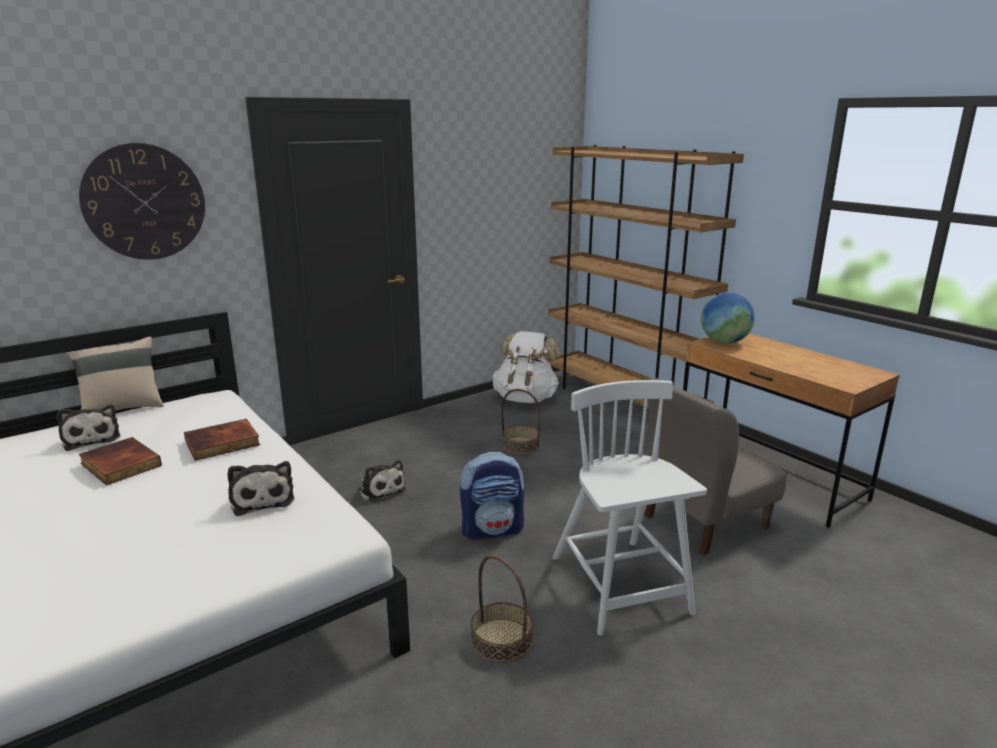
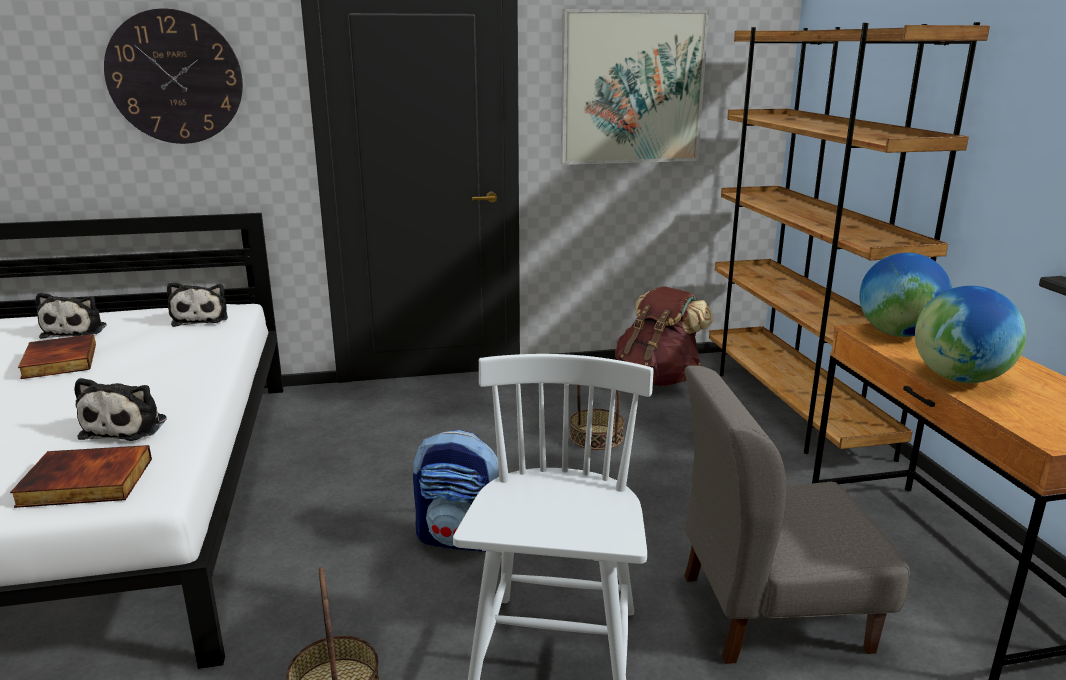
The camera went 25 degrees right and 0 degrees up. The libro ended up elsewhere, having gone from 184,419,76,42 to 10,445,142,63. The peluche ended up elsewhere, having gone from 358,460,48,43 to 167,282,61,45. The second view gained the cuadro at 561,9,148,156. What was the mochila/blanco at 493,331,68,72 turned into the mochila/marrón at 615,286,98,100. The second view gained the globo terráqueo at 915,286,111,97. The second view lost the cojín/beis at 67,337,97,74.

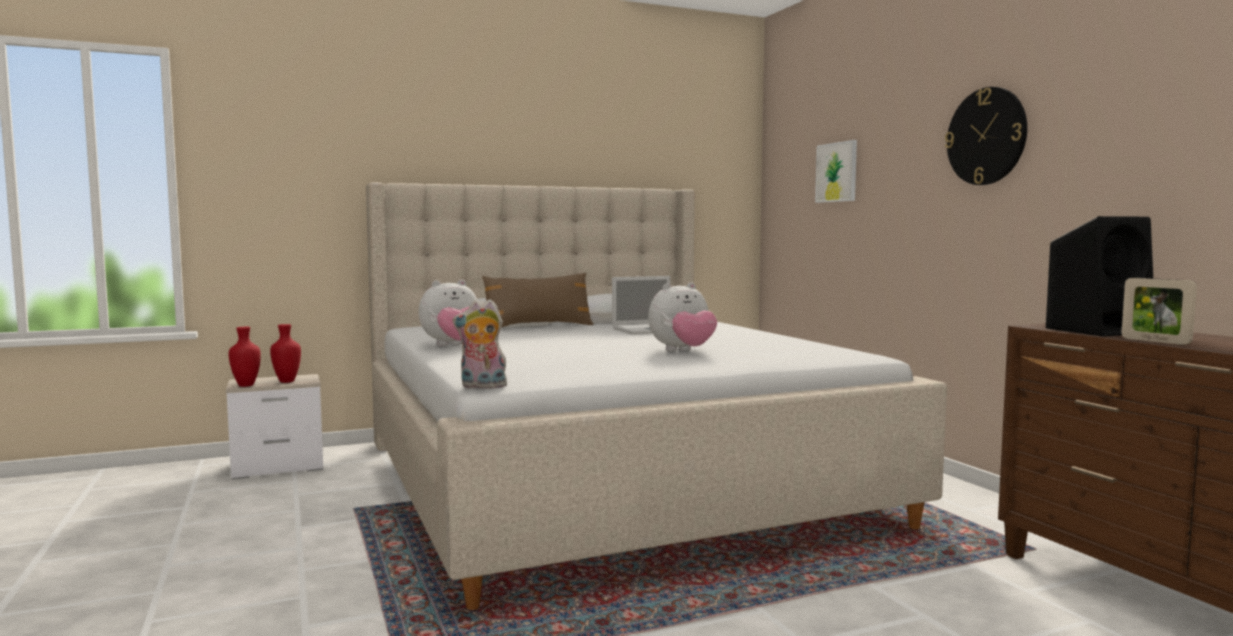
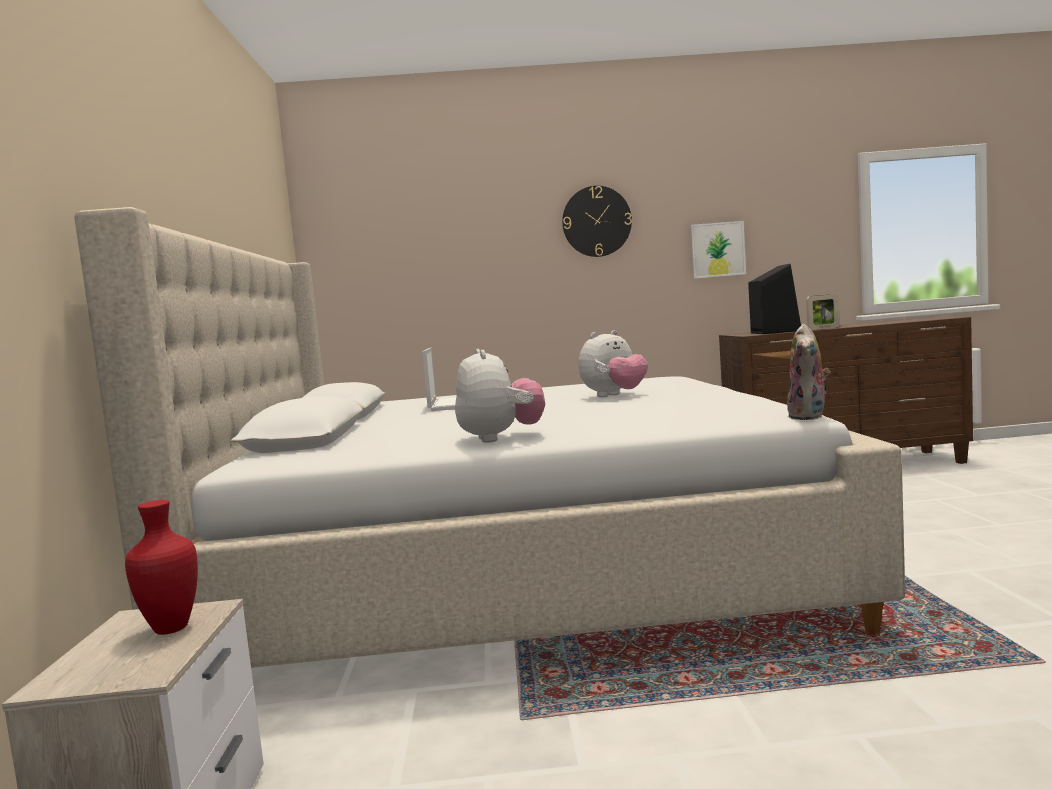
The camera went 70 degrees left and 0 degrees up. The peluche at 648,283,69,68 ended up facing another way, 60 degrees clockwise from before. The cuadro ended up elsewhere, having gone from 815,140,42,63 to 690,221,56,58. The second view lost the florero/rojo at 229,327,32,60. The second view lost the cojín/marrón at 482,273,111,54.

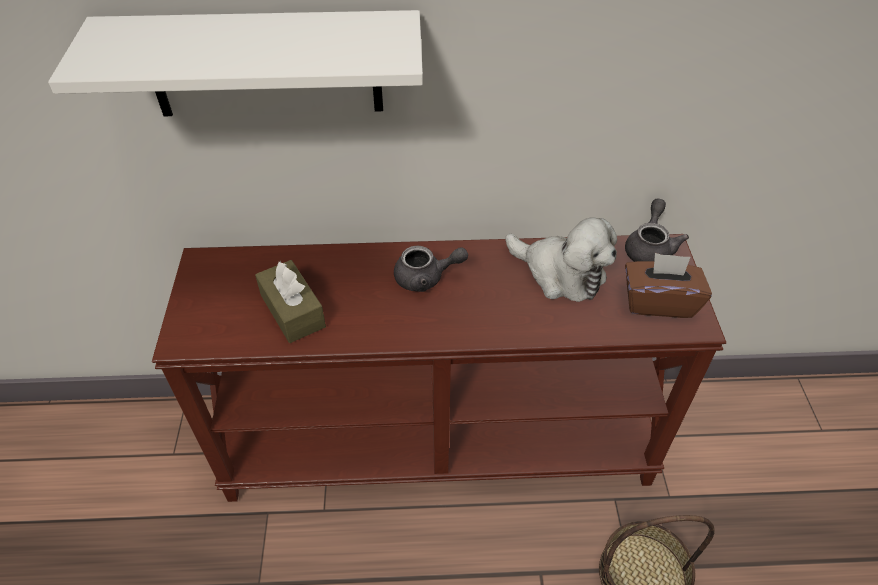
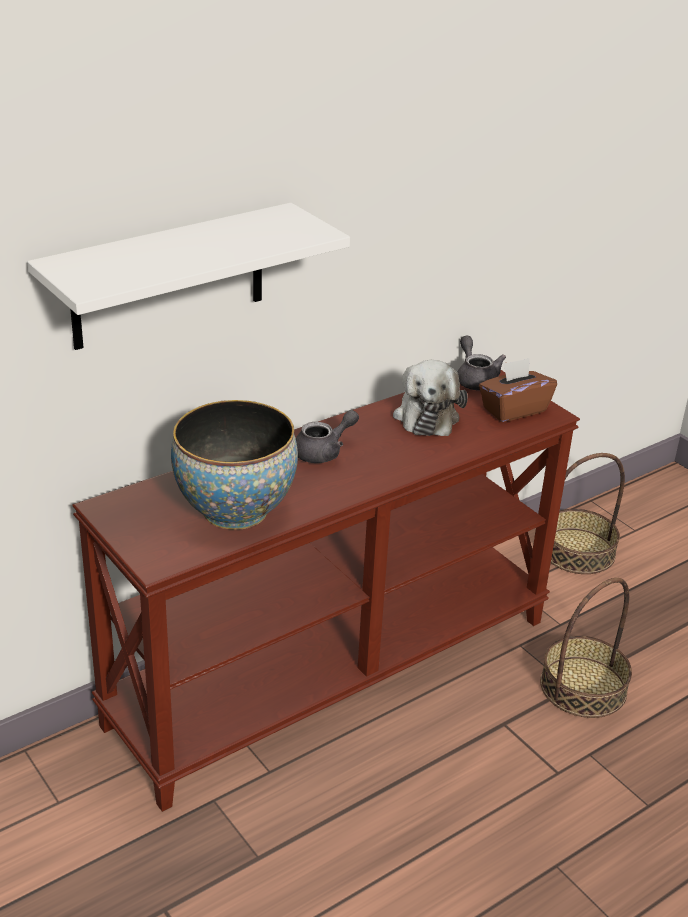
The camera went 35 degrees left and 15 degrees down. Where the caja de pañuelos/marrón stood at 255,260,71,83, the cuenco came to stand at 171,400,127,130. The peluche at 505,217,112,85 ended up facing another way, 90 degrees clockwise from before. The second view gained the cesta at 551,453,74,121.

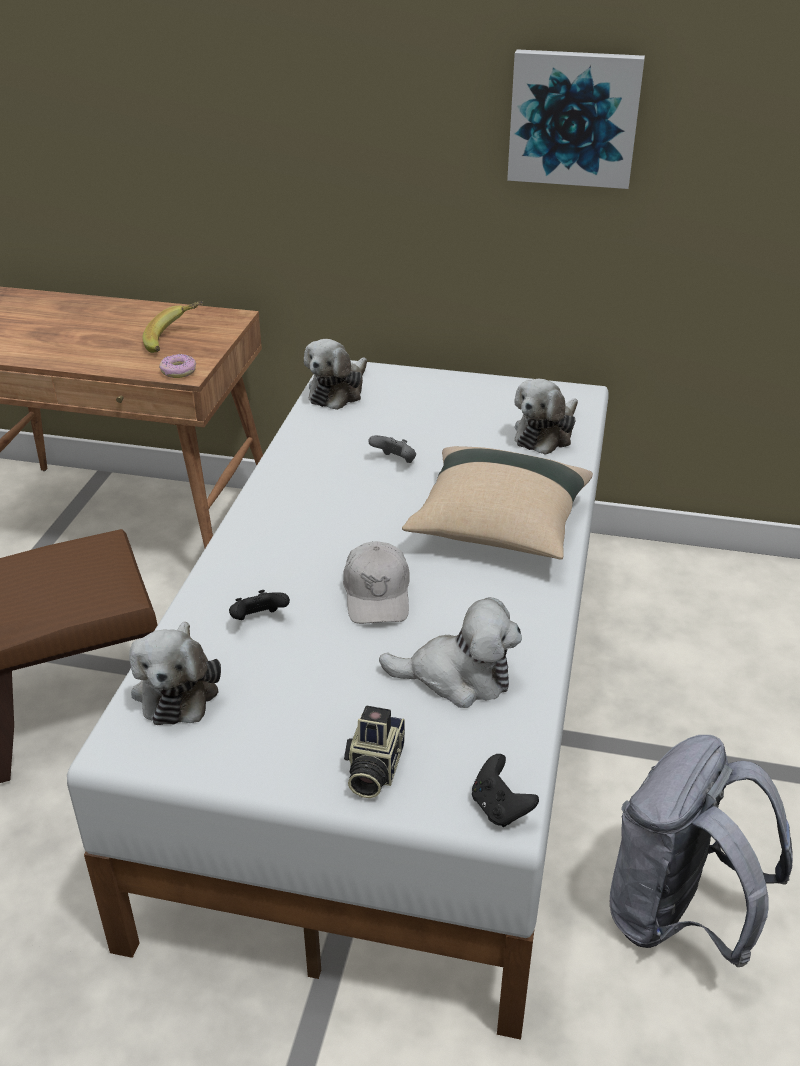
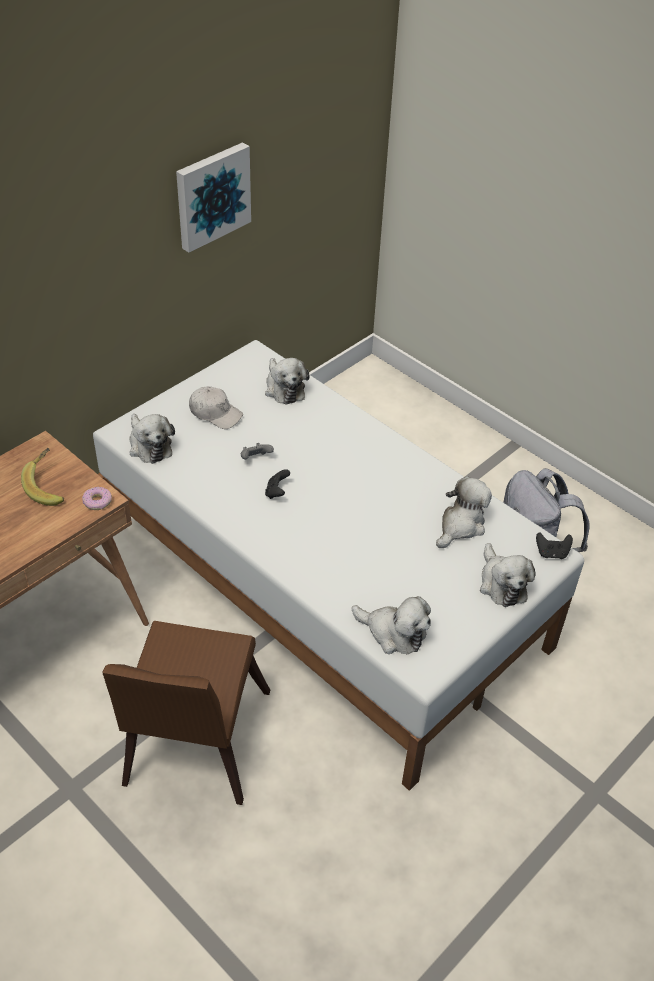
The camera went 60 degrees left and 10 degrees up. The gorra/blanco ended up elsewhere, having gone from 343,541,67,83 to 189,386,54,43. The mando de consola/negro ended up elsewhere, having gone from 229,590,61,30 to 265,469,25,30. Where the cámara stood at 344,706,61,92, the peluche came to stand at 480,543,55,64. The second view lost the cojín/beis at 402,446,191,114.

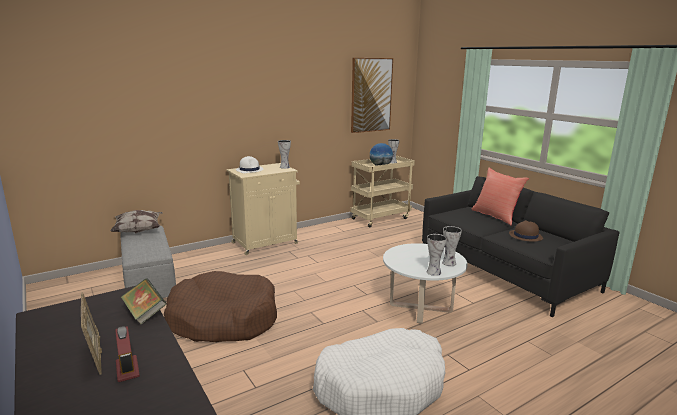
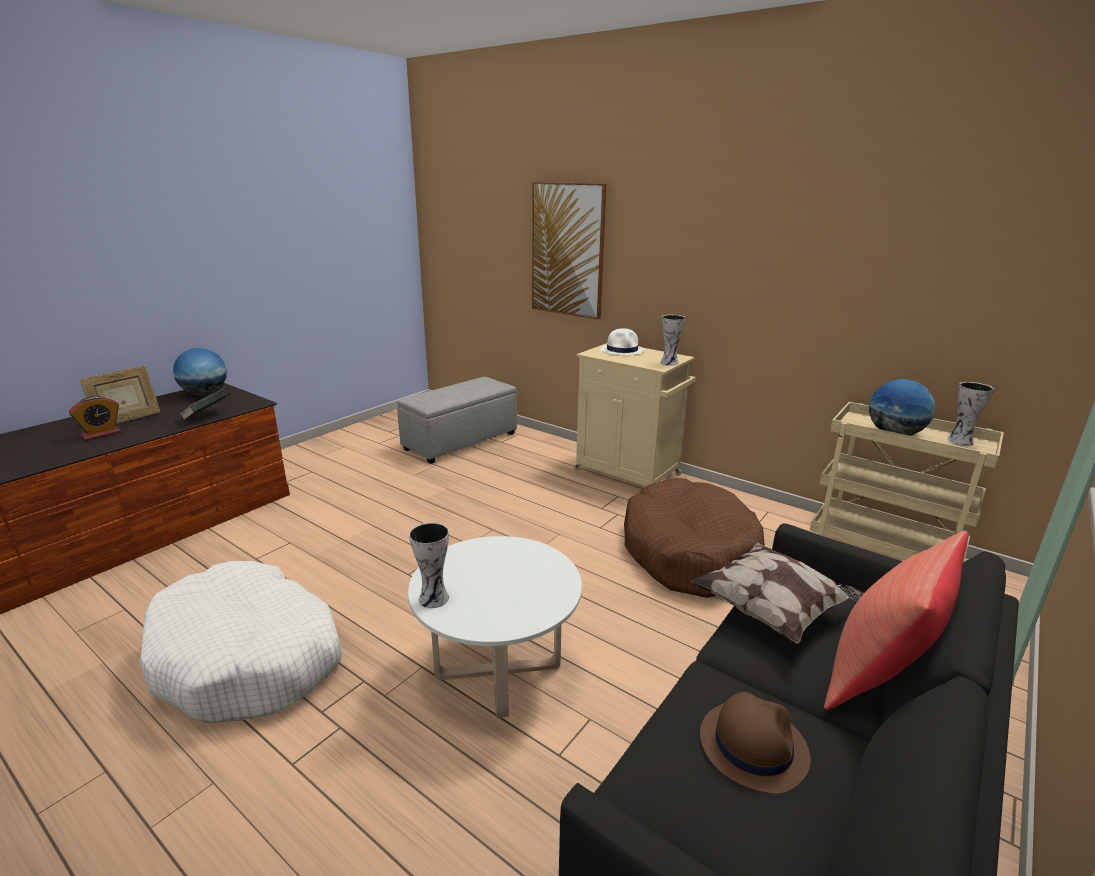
The camera went 70 degrees right and 5 degrees up. The second view gained the globo terráqueo at 173,348,54,47. The cuadro ended up elsewhere, having gone from 351,58,42,75 to 532,182,75,138. The cama para perro/marrón ended up elsewhere, having gone from 164,271,113,71 to 624,478,141,120. The cojín ended up elsewhere, having gone from 110,210,53,23 to 691,542,173,102. The second view lost the florero at 442,226,20,40.

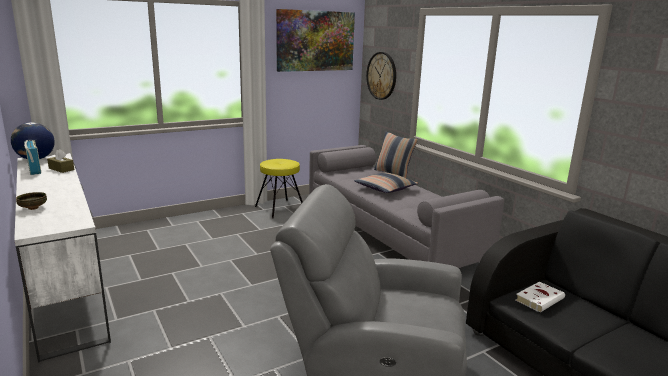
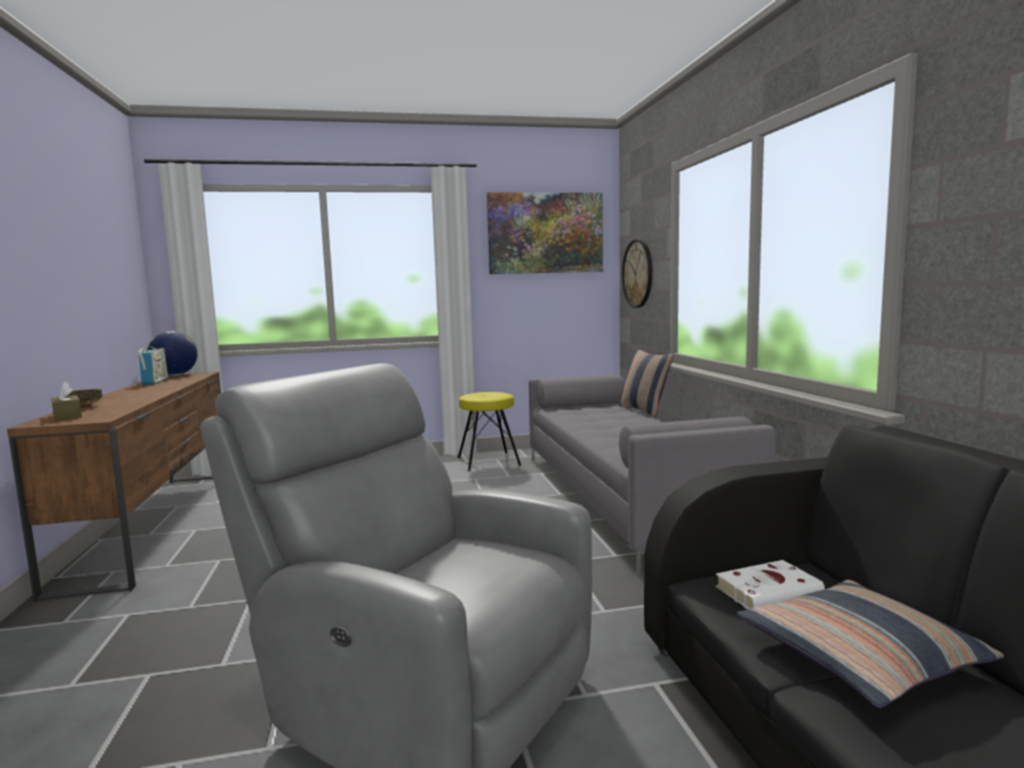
The camera went 20 degrees right and 10 degrees down. What was the mueble de televisión/blanco at 14,153,97,210 turned into the mueble de televisión/marrón at 7,372,214,230. The caja de pañuelos/marrón ended up elsewhere, having gone from 47,149,27,24 to 51,382,31,39. The cojín ended up elsewhere, having gone from 354,172,64,21 to 737,580,267,128.

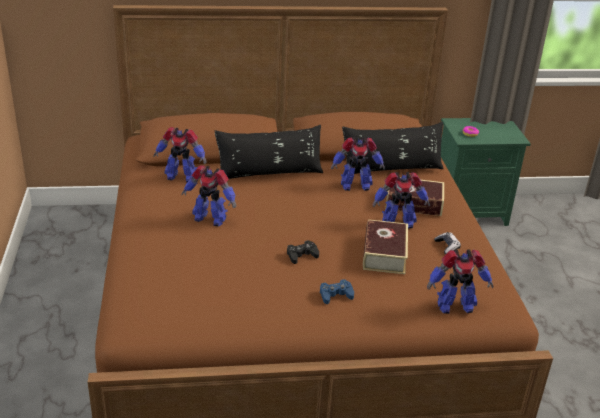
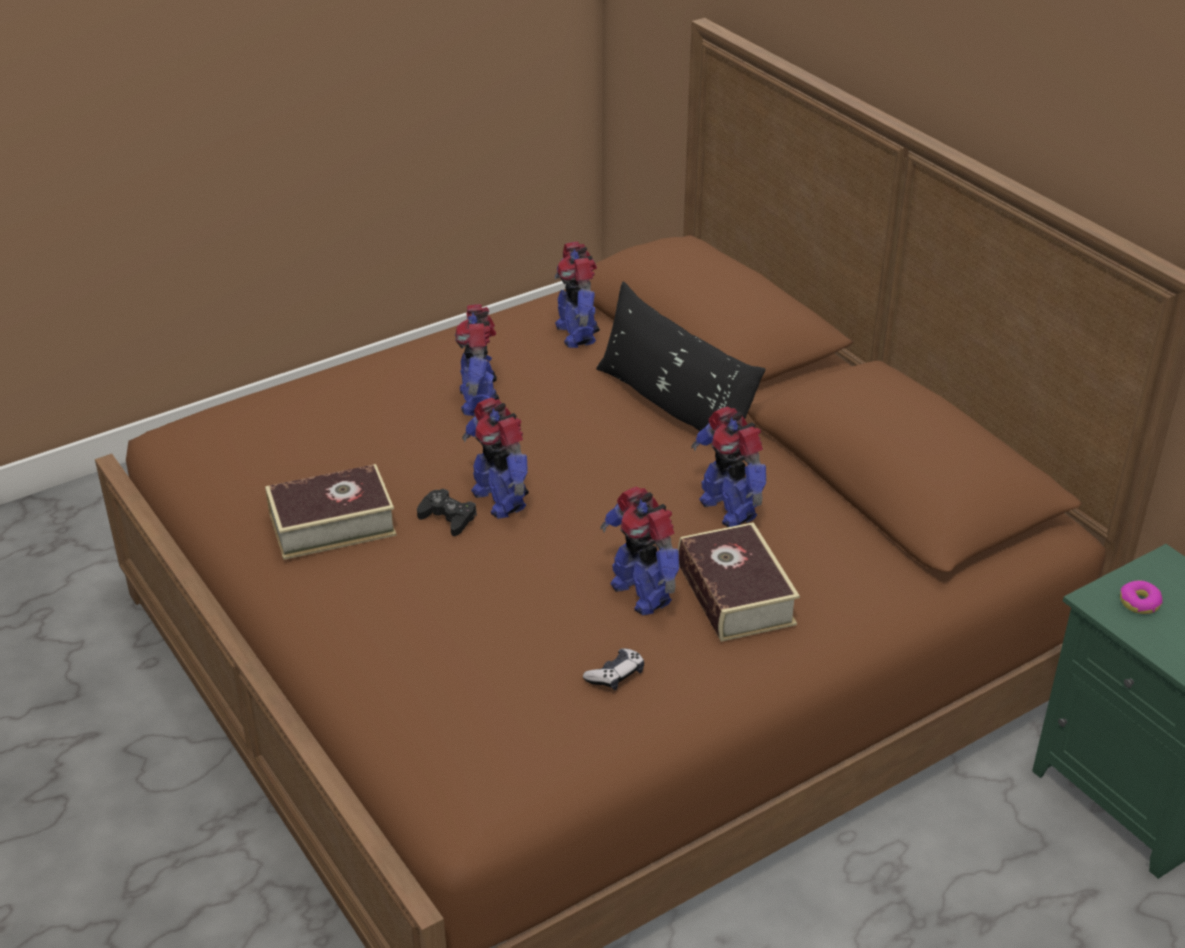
The camera went 65 degrees right and 5 degrees up. The libro ended up elsewhere, having gone from 363,219,45,55 to 265,464,132,96. The robot de juguete ended up elsewhere, having gone from 427,249,66,65 to 462,398,67,121. The second view lost the mando de consola/azul at 320,279,34,25. The second view lost the cojín/negro at 342,122,101,52.

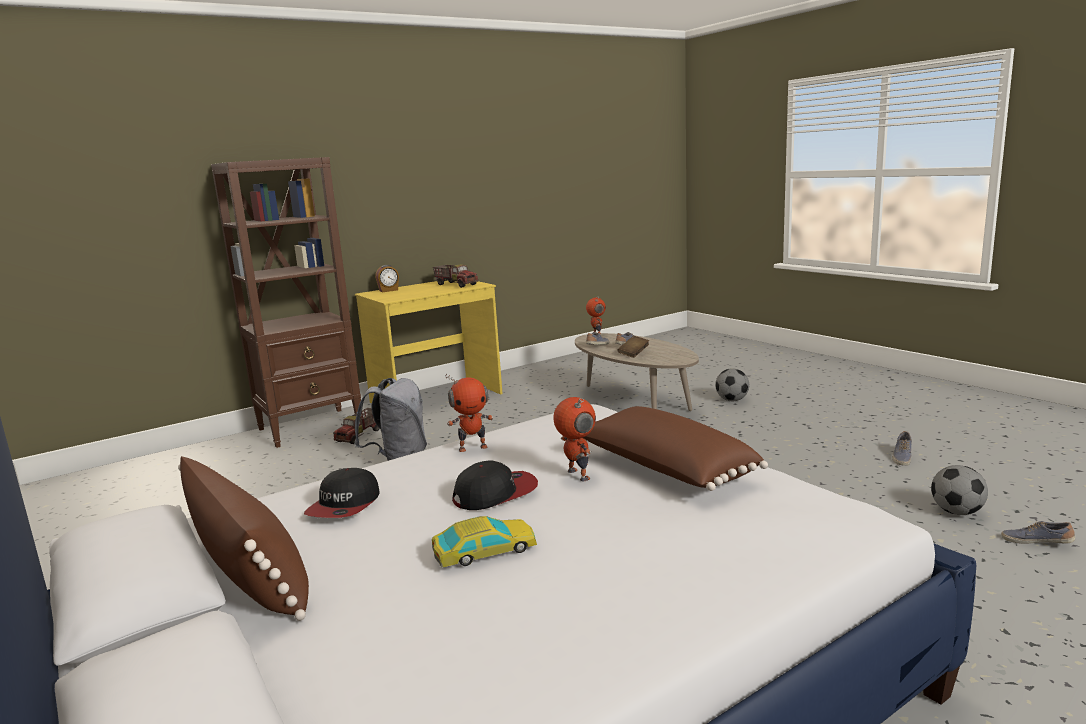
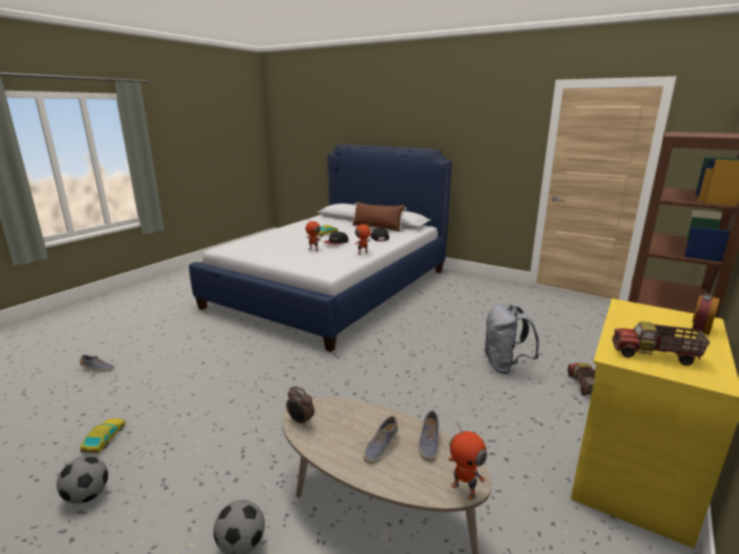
The camera went 155 degrees right and 5 degrees up. The balón de fútbol ended up elsewhere, having gone from 931,465,57,50 to 57,456,51,48. Where the zapato stood at 892,431,20,35, the coche de juguete came to stand at 80,418,46,35. The second view gained the despertador at 286,386,28,41. The second view lost the cojín/marrón at 583,406,185,85. The second view lost the libro/marrón at 618,336,31,22.

